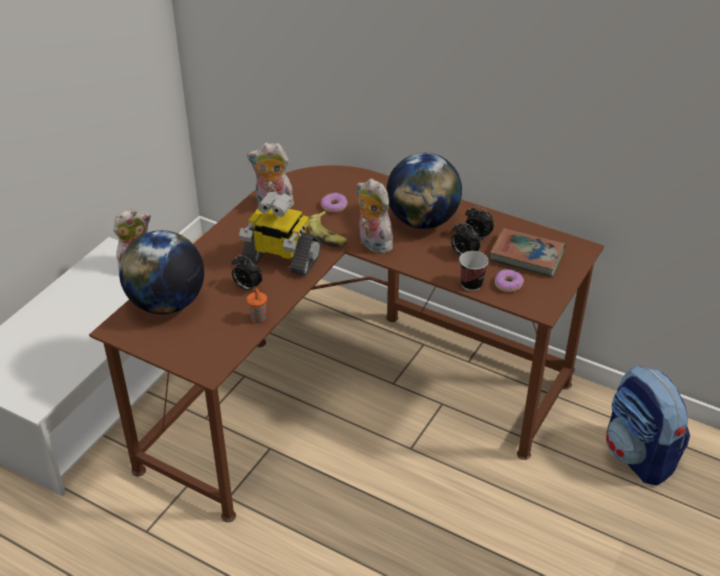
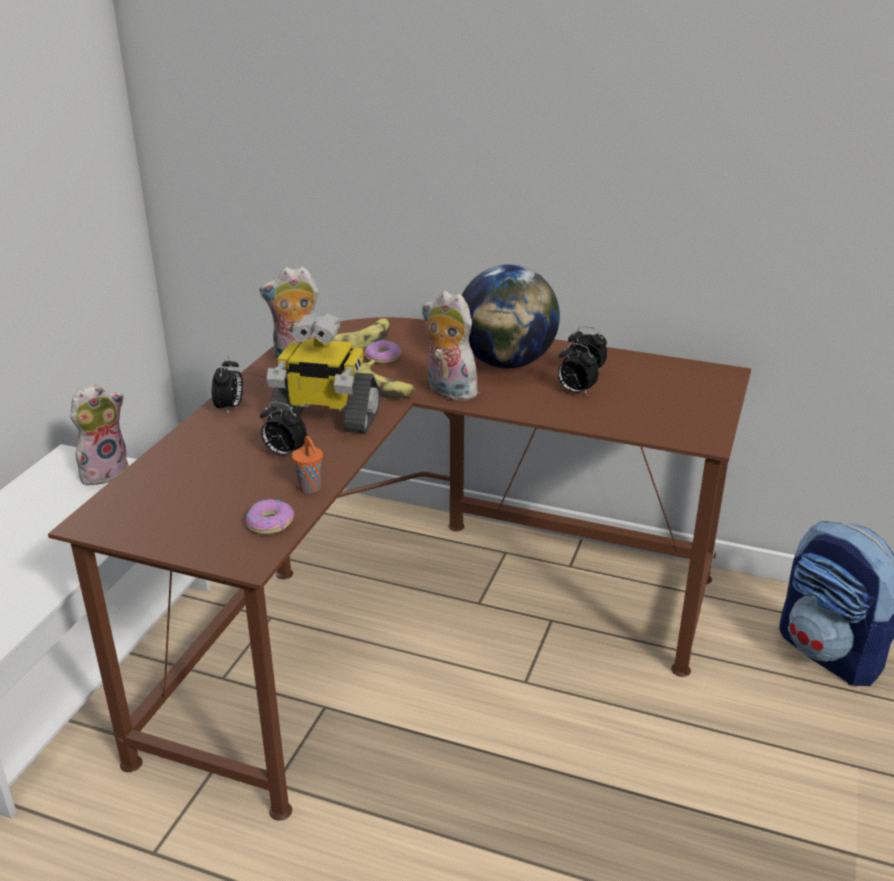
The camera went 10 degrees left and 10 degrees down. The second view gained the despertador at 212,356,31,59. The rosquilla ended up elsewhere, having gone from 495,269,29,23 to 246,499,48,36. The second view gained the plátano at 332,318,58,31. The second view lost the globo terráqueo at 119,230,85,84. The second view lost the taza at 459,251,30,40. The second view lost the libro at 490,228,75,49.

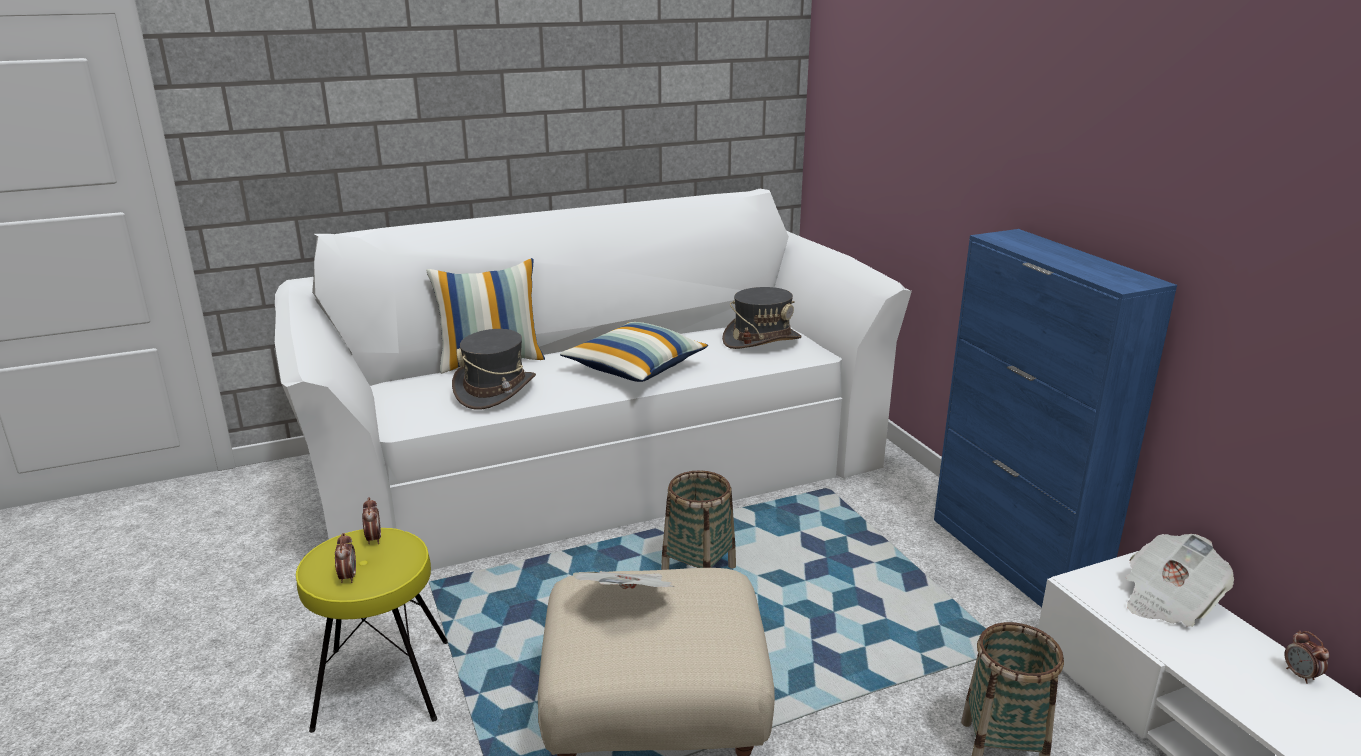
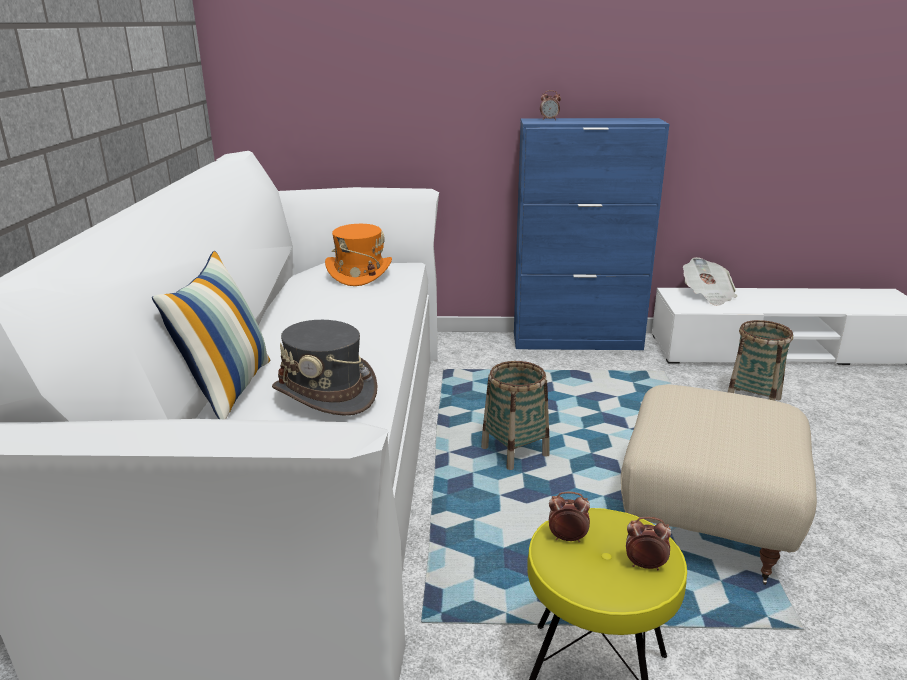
The camera went 65 degrees left and 0 degrees up. What was the sombrero/gris at 722,287,79,62 turned into the sombrero/naranja at 325,224,67,62. The despertador ended up elsewhere, having gone from 1285,630,45,54 to 540,90,21,30. The second view lost the cojín at 560,322,148,60. The second view lost the periódico at 573,571,101,18.

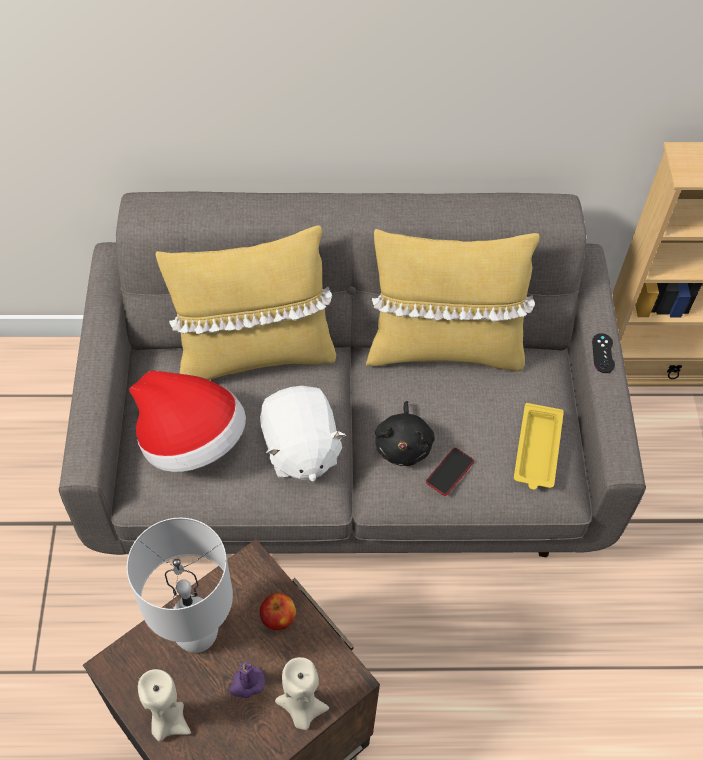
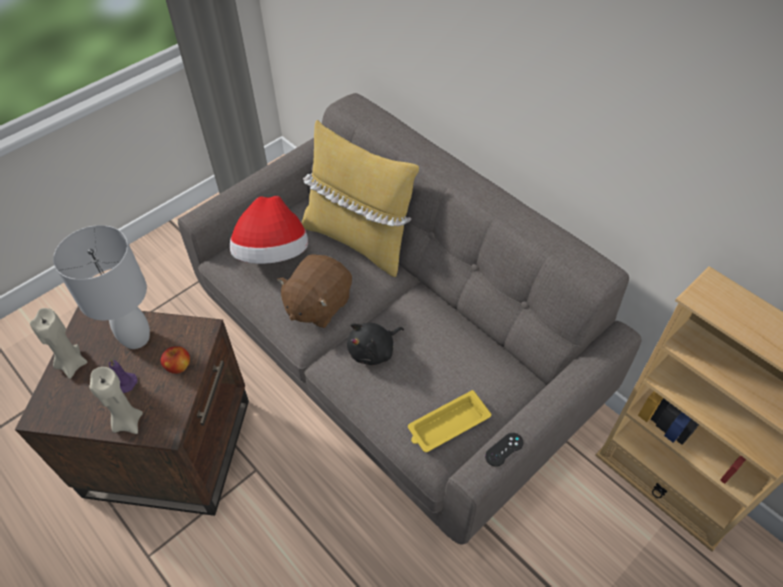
The camera went 50 degrees right and 5 degrees down. What was the peluche/blanco at 260,386,86,96 turned into the peluche/marrón at 277,254,75,74. The mando de consola/negro ended up elsewhere, having gone from 592,333,23,40 to 485,433,39,34. The second view lost the cojín/amarillo at 366,229,174,142. The second view lost the móvil at 426,448,48,48.

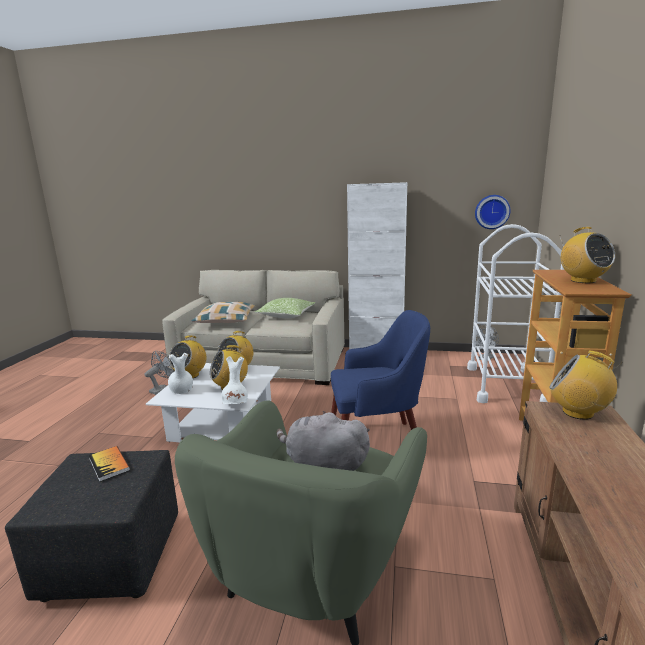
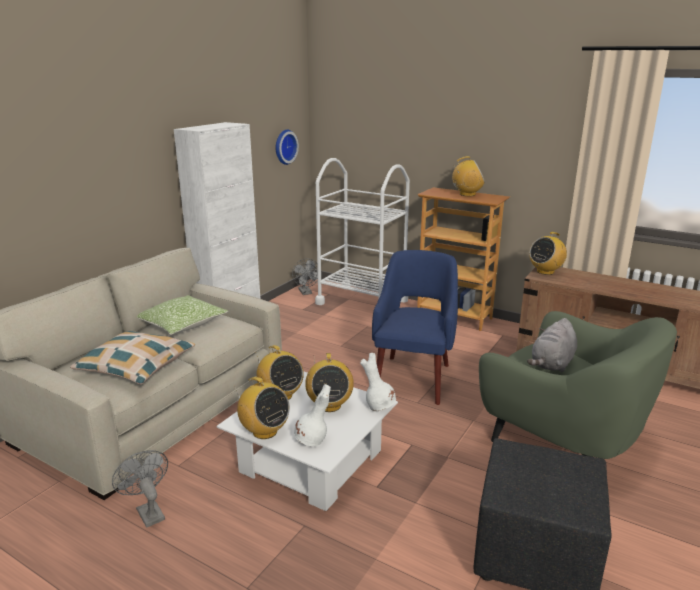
The camera went 70 degrees left and 5 degrees up. The second view lost the libro at 89,446,41,36.

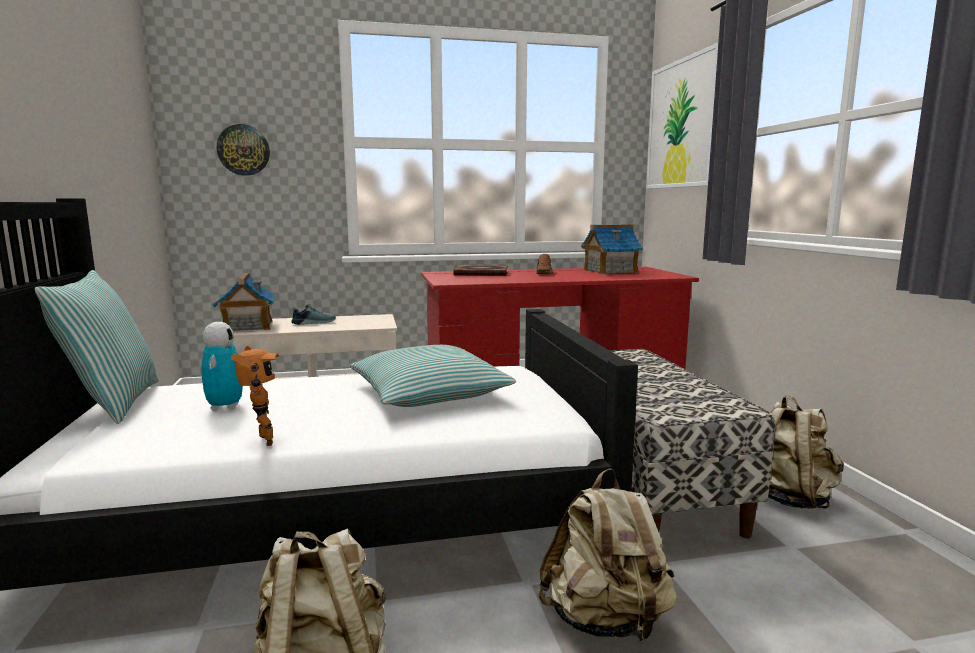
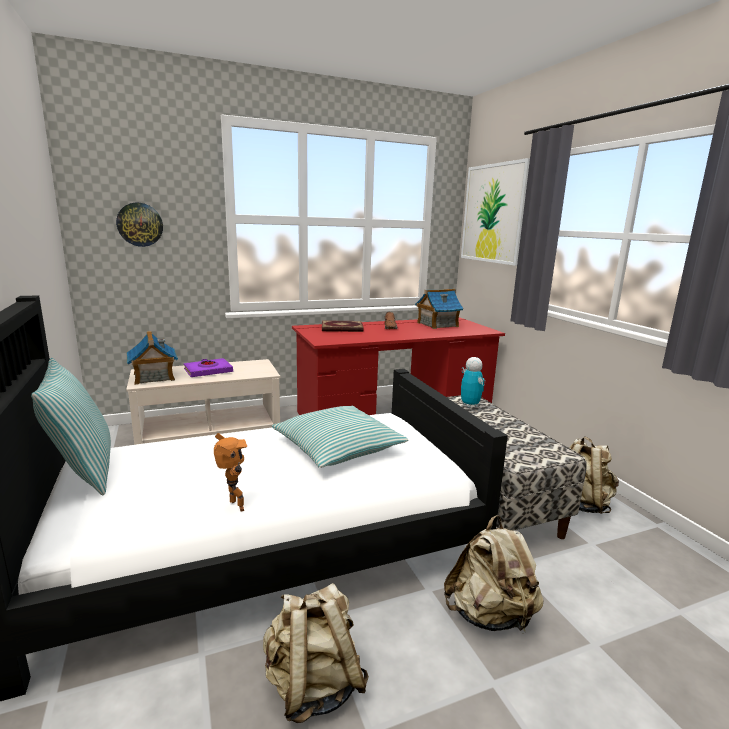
The camera went 10 degrees left and 5 degrees up. Where the zapato stood at 291,305,45,20, the libro/morado came to stand at 184,358,49,19. The robot de juguete ended up elsewhere, having gone from 201,322,42,89 to 461,357,24,51.

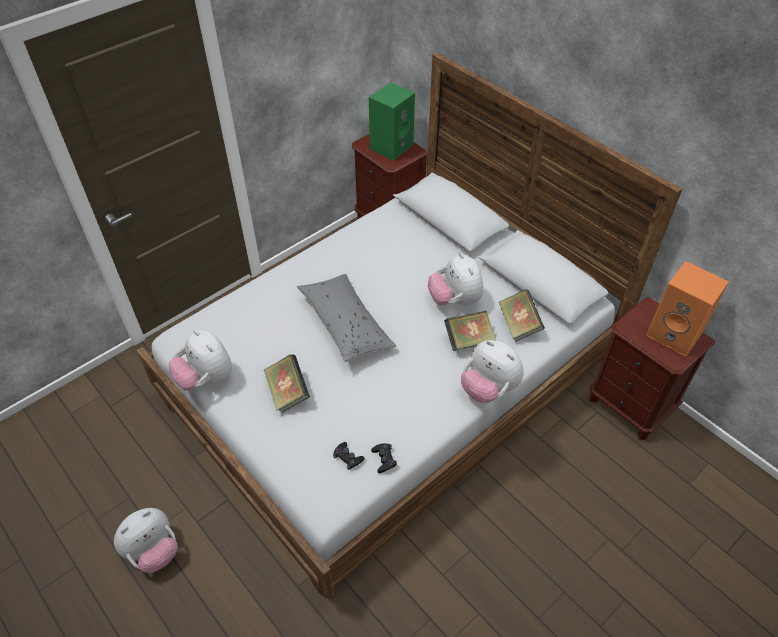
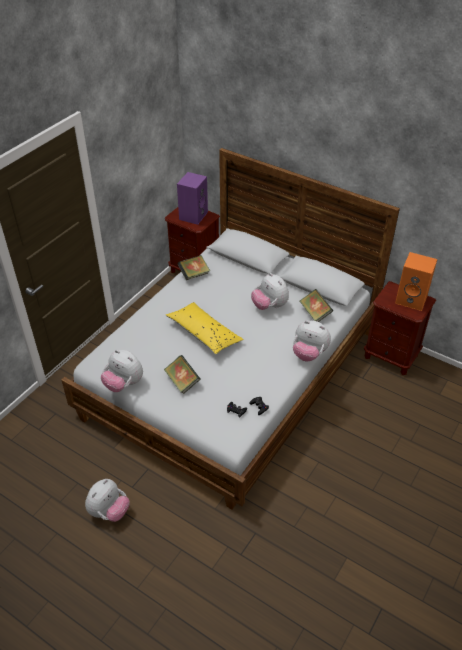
The camera went 15 degrees left and 5 degrees down. What was the cojín/gris at 297,274,99,88 turned into the cojín/amarillo at 166,302,78,52. What was the altavoz/verde at 369,82,46,78 turned into the altavoz/morado at 177,172,31,53. The libro ended up elsewhere, having gone from 444,311,52,40 to 178,255,32,25.

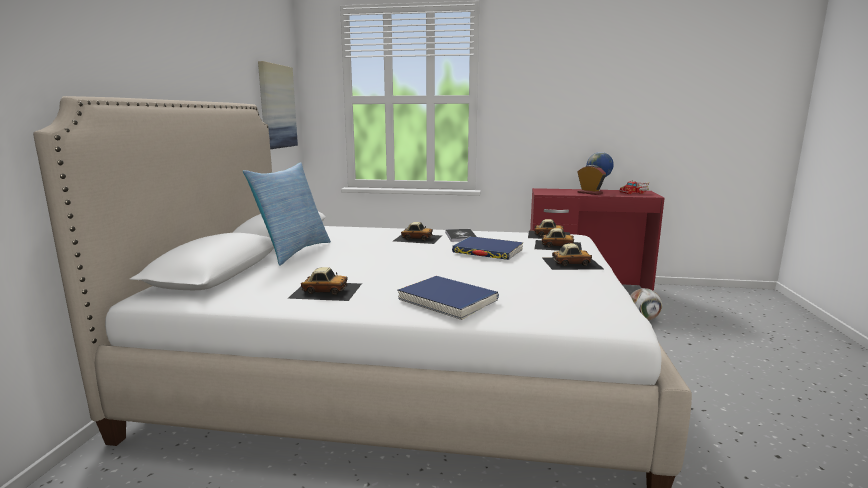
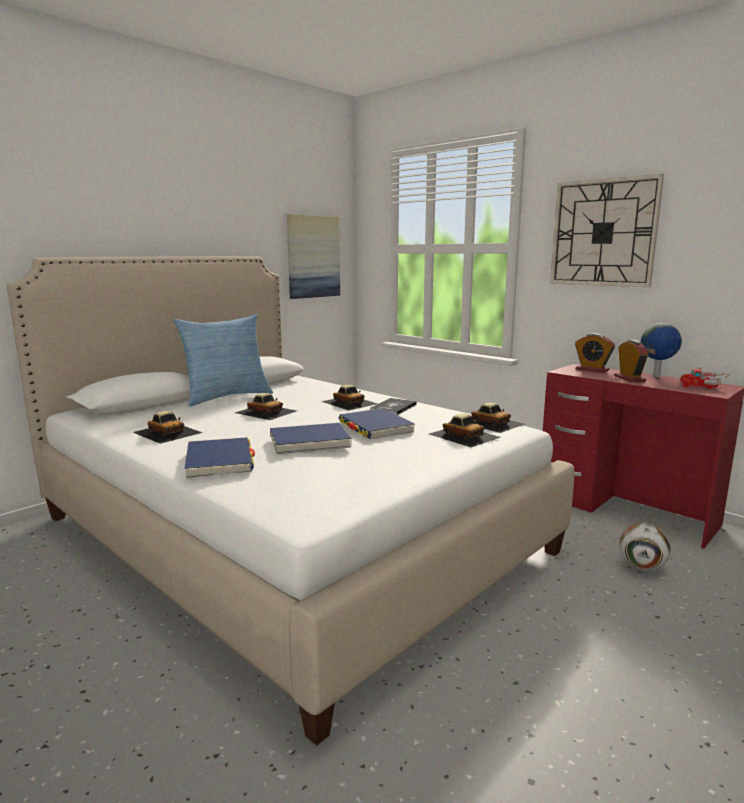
The camera went 35 degrees right and 0 degrees up. The coche de juguete ended up elsewhere, having gone from 541,243,63,27 to 235,393,61,27. The second view gained the libro/azul at 270,423,82,31. The second view gained the reloj de pared at 550,174,114,113. The second view gained the despertador at 575,334,40,39.

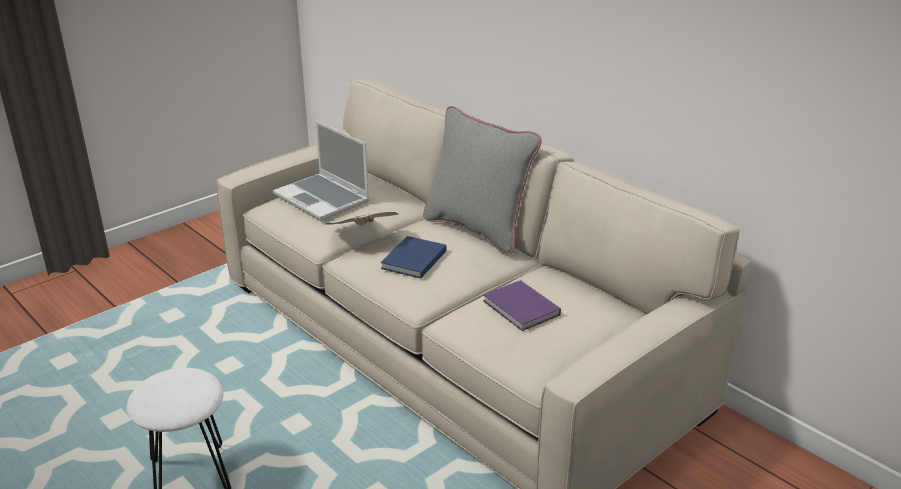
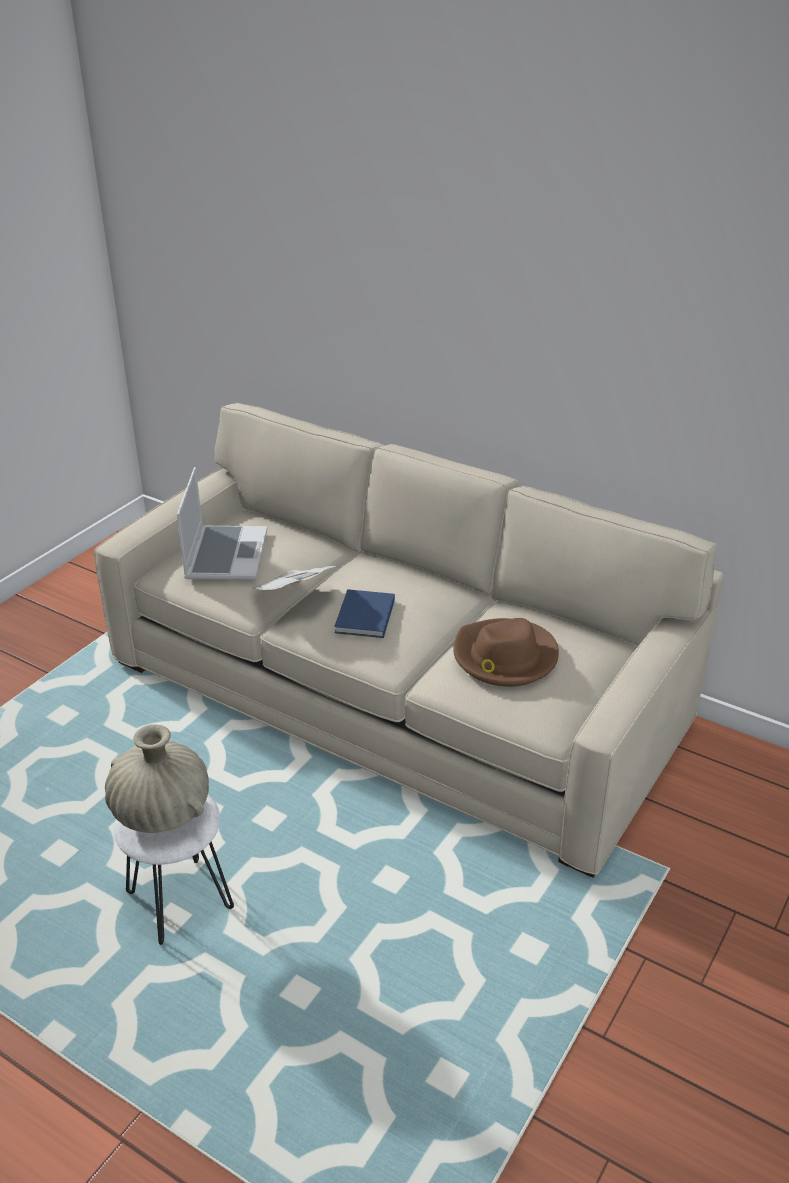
The camera went 15 degrees left and 5 degrees up. The second view gained the florero/beis at 105,724,104,109. The portátil at 273,121,96,100 ended up facing another way, 120 degrees counterclockwise from before. Where the libro/morado stood at 483,280,78,51, the sombrero/marrón came to stand at 453,618,106,69. The second view lost the cojín/gris at 423,106,119,149.

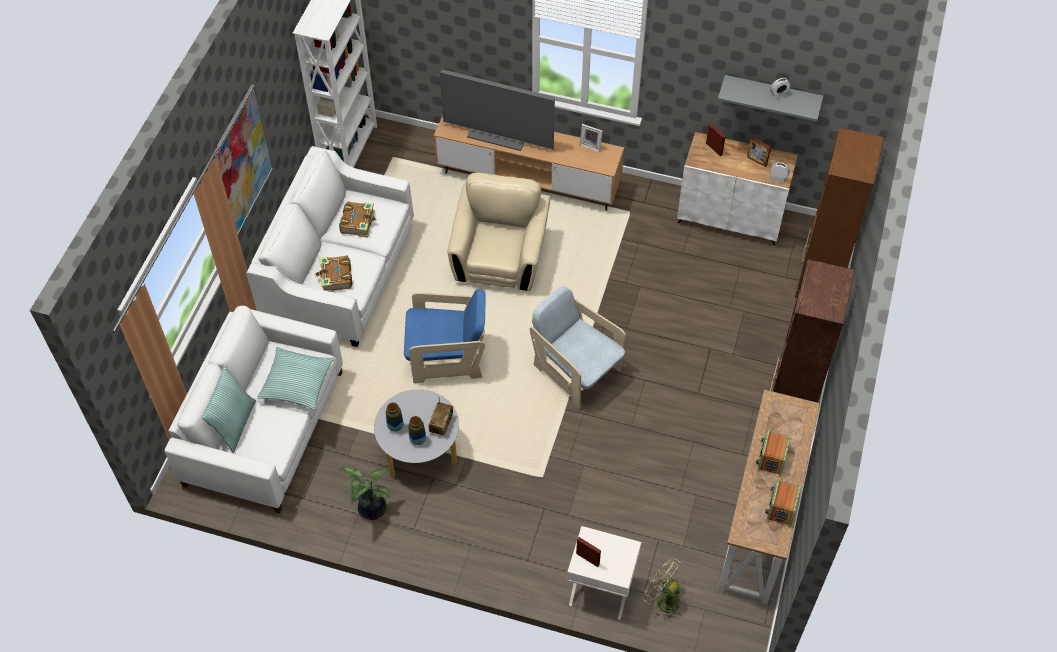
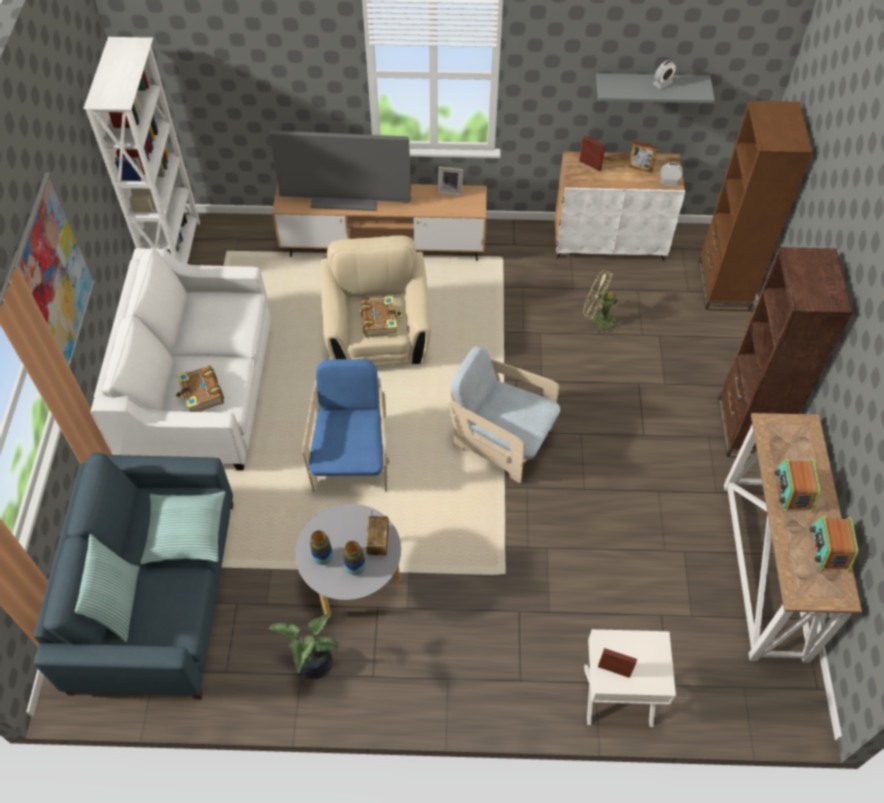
The camera went 15 degrees left and 0 degrees up. What was the sofá/blanco at 165,306,178,207 turned into the sofá/azul at 34,452,200,247. The sillón/azul at 404,290,82,93 ended up facing another way, 75 degrees counterclockwise from before. The libro ended up elsewhere, having gone from 339,201,38,36 to 361,296,42,42. The ventilador/verde ended up elsewhere, having gone from 642,557,40,64 to 583,270,36,65.

